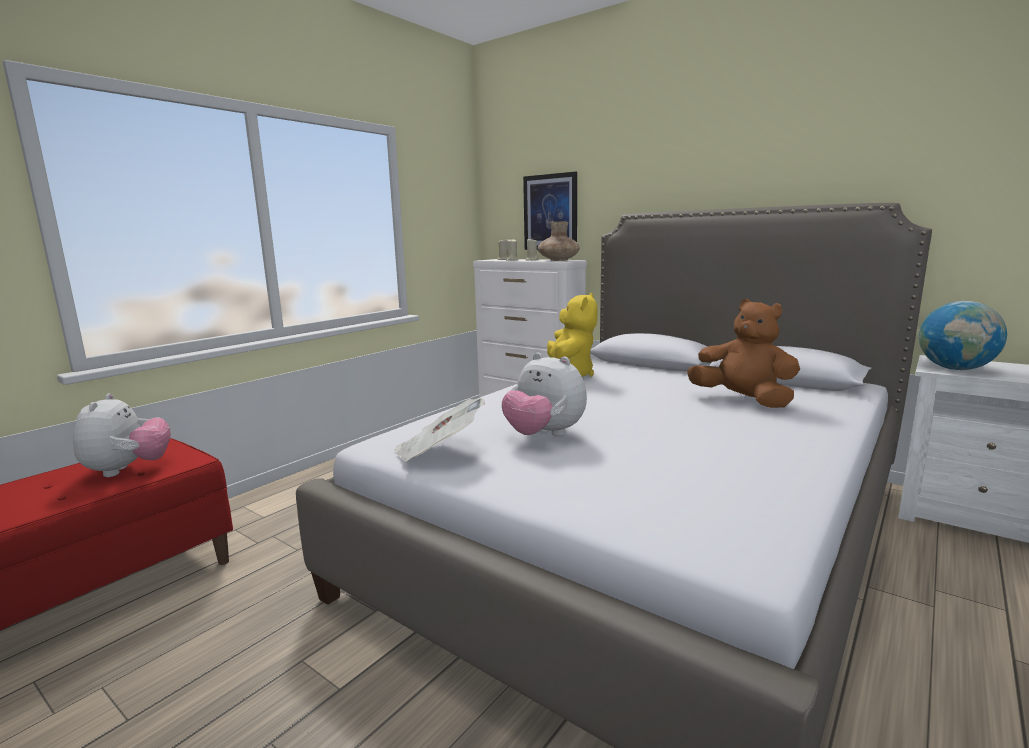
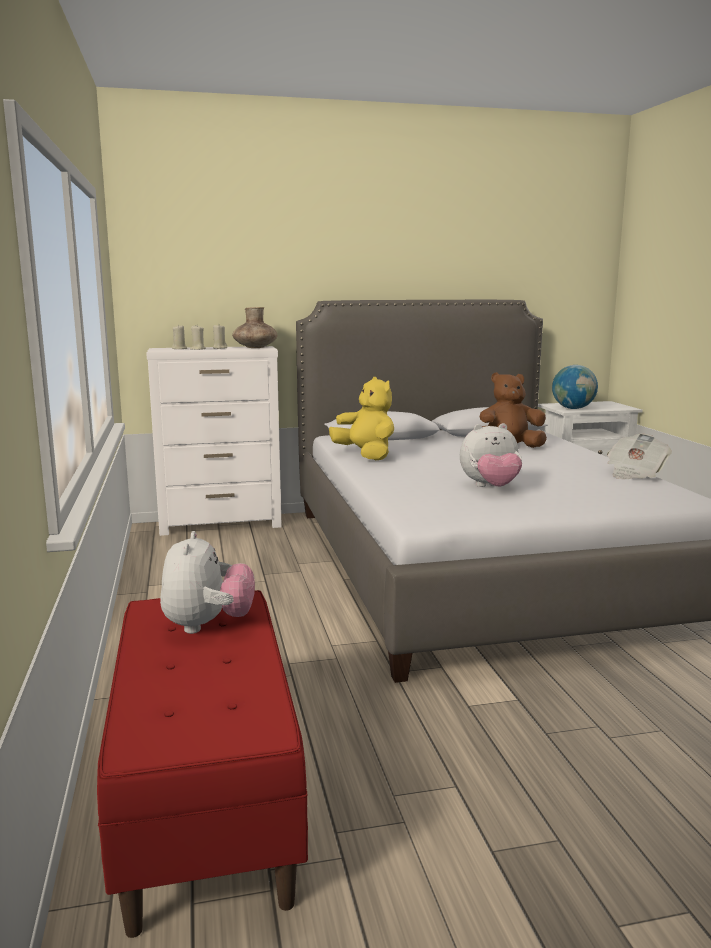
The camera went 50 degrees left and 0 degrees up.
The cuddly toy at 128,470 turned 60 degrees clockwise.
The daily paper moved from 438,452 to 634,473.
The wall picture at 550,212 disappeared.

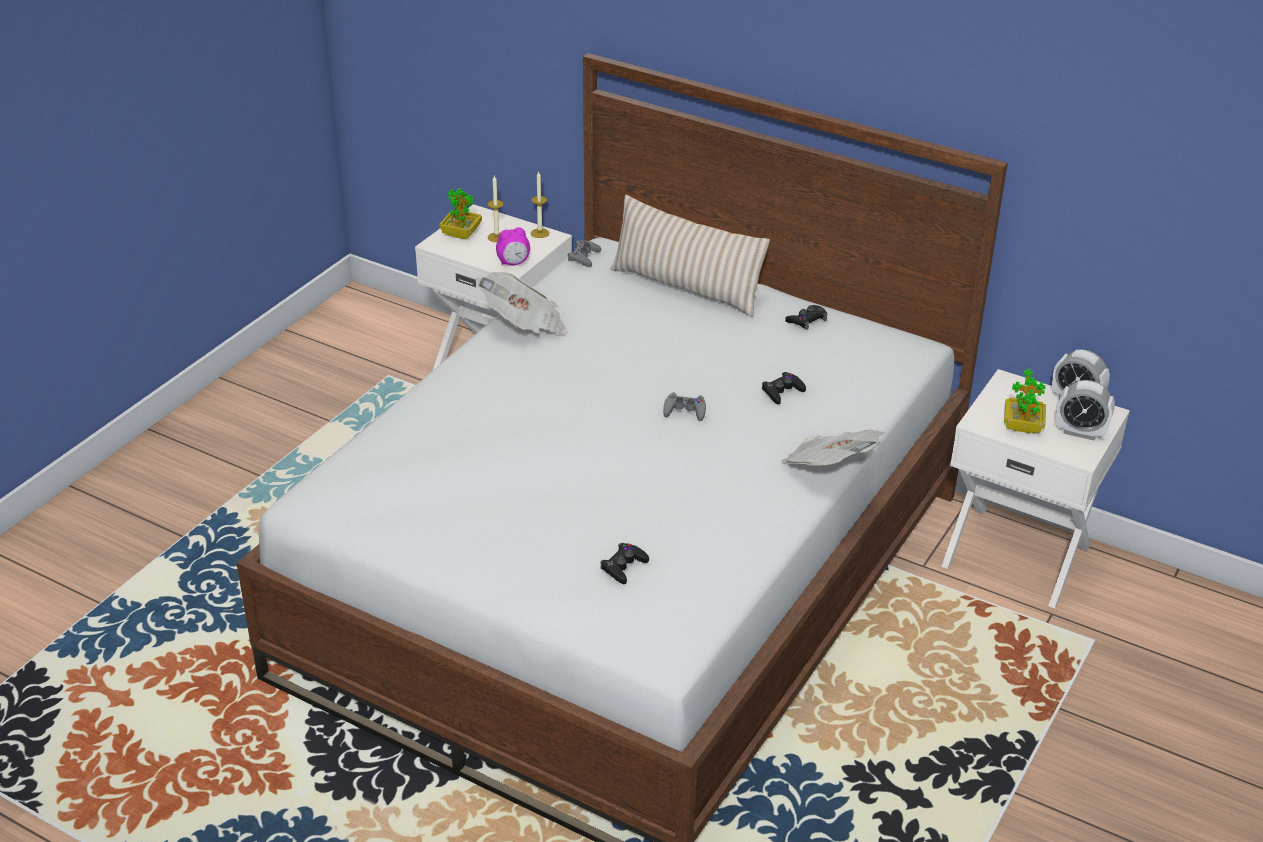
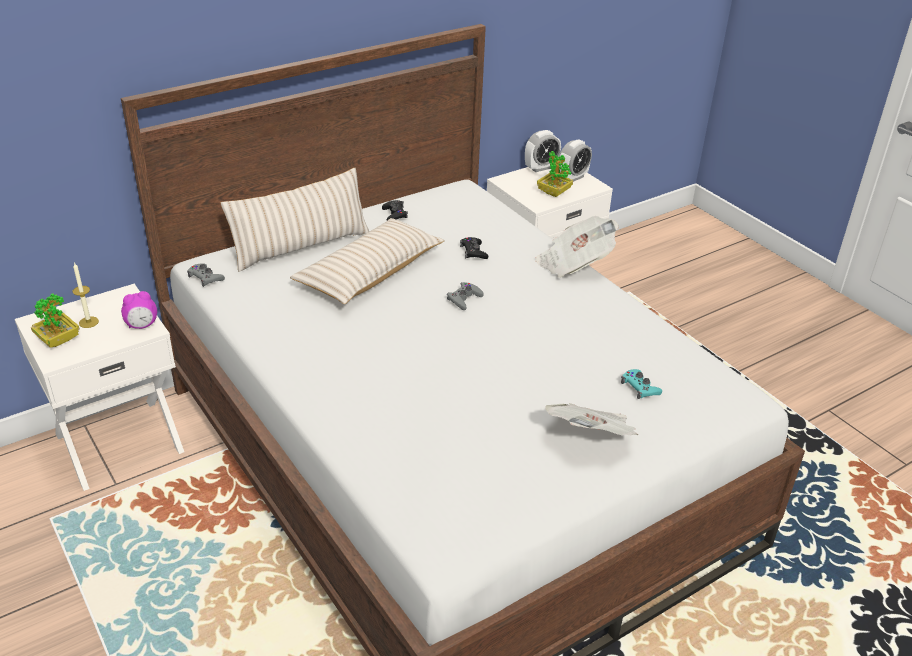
The camera went 65 degrees left and 0 degrees up.
The table clock at 513,263 turned 60 degrees clockwise.
The sand-coloured pillow at 370,273 appeared.
The daily paper moved from 524,325 to 592,437.
The black-coloured gamepad at 623,567 became the blue-green gamepad at 640,388.
The wax candle at 540,233 disappeared.

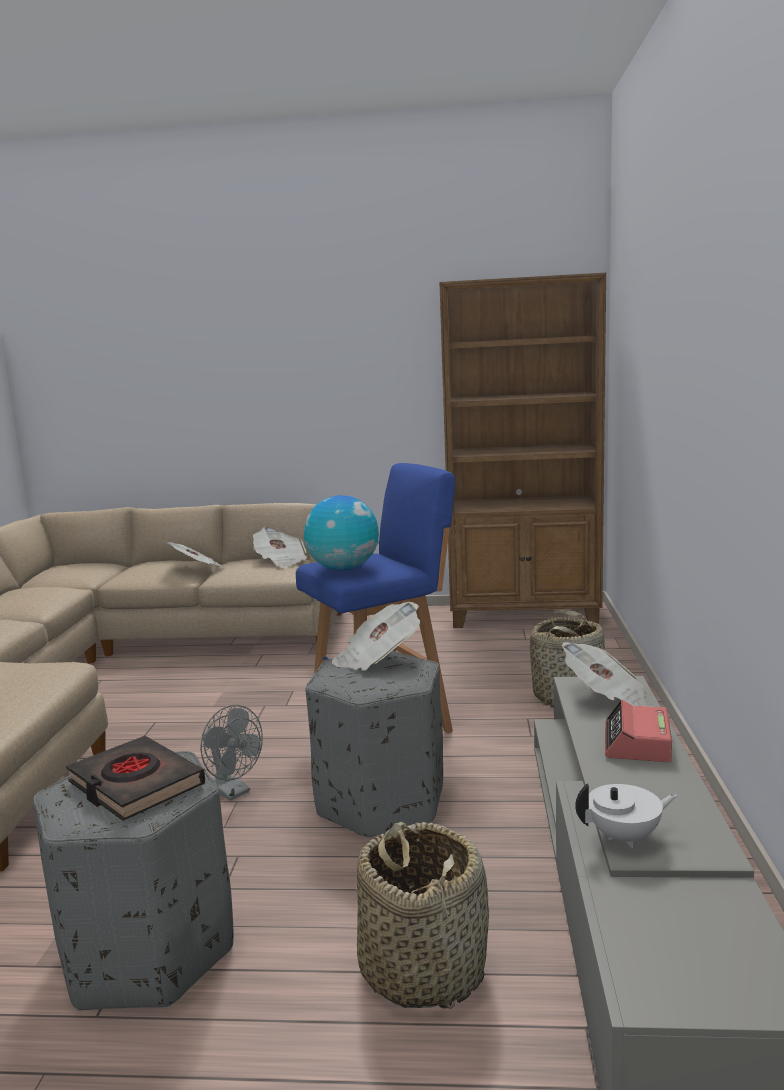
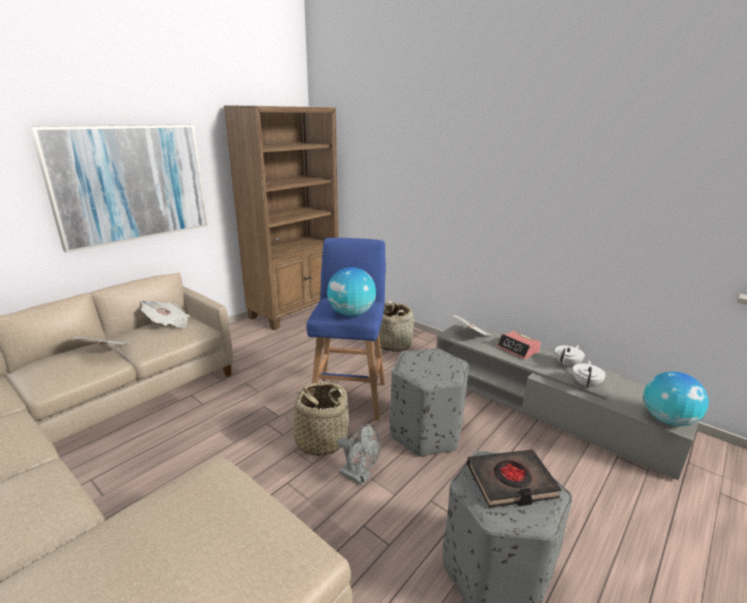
The camera went 55 degrees left and 10 degrees up.
The wall picture at 130,183 appeared.
The basket moved from 423,968 to 321,440.
The gray fan at 233,792 turned 45 degrees clockwise.
The white-coloured teapot at 567,364 appeared.
The world globe at 667,420 appeared.
The daily paper at 377,659 disappeared.

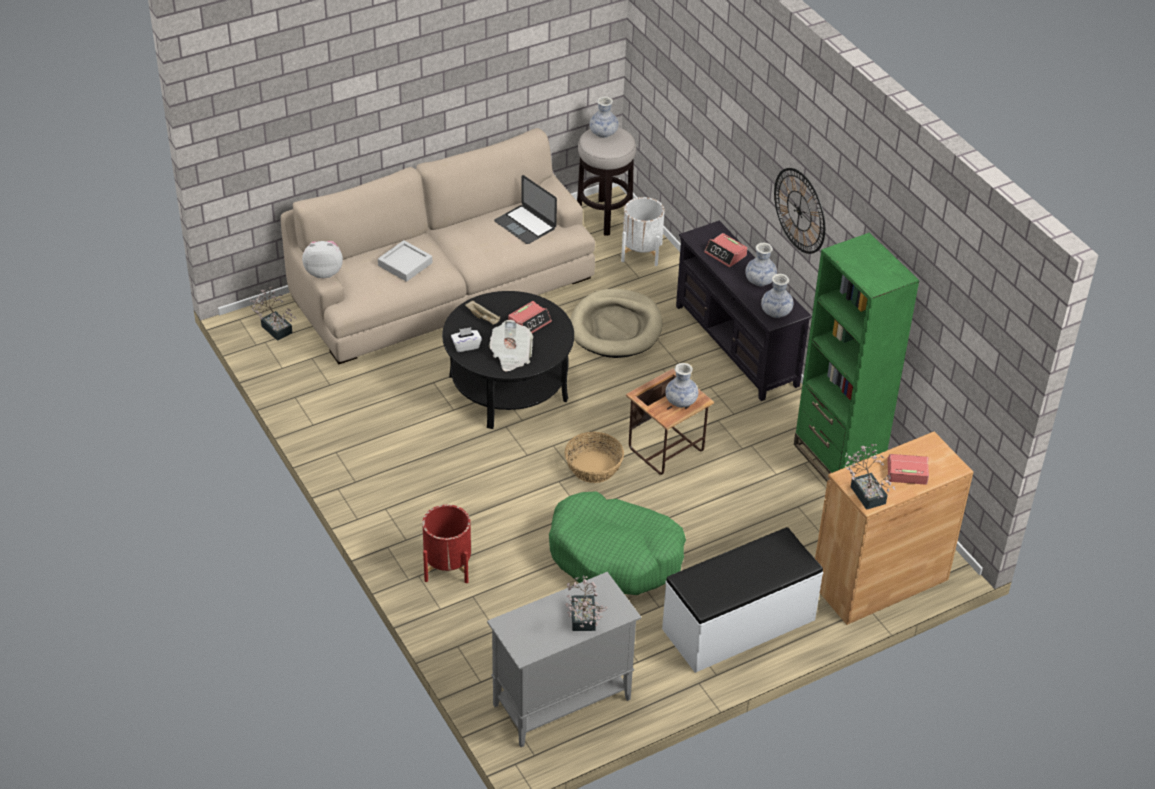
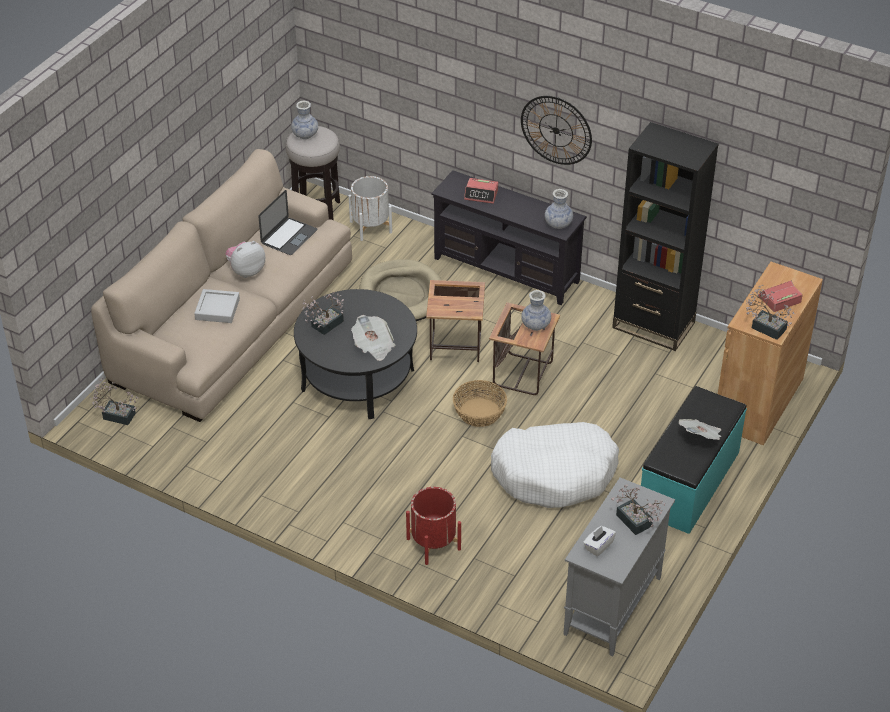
The camera went 30 degrees left and 0 degrees up.
The cuddly toy moved from 324,272 to 246,271.
The notebook computer at 525,224 turned 75 degrees counterclockwise.
The sand-coloured serving tray at 483,318 was replaced by the houseplant at 324,325.
The side table at 456,347 appeared.
The greenish dog bed at 615,555 became the white-coloured dog bed at 555,473.
The white-coloured tissue holder moved from 466,346 to 598,546.
The greenish shelving unit at 837,460 became the black-coloured shelving unit at 653,325.
The white-coloured long seat at 739,625 became the blue-green long seat at 690,482.
The daily paper at 701,437 appeared.
The table clock at 529,322 disappeared.
The vase at 760,281 disappeared.

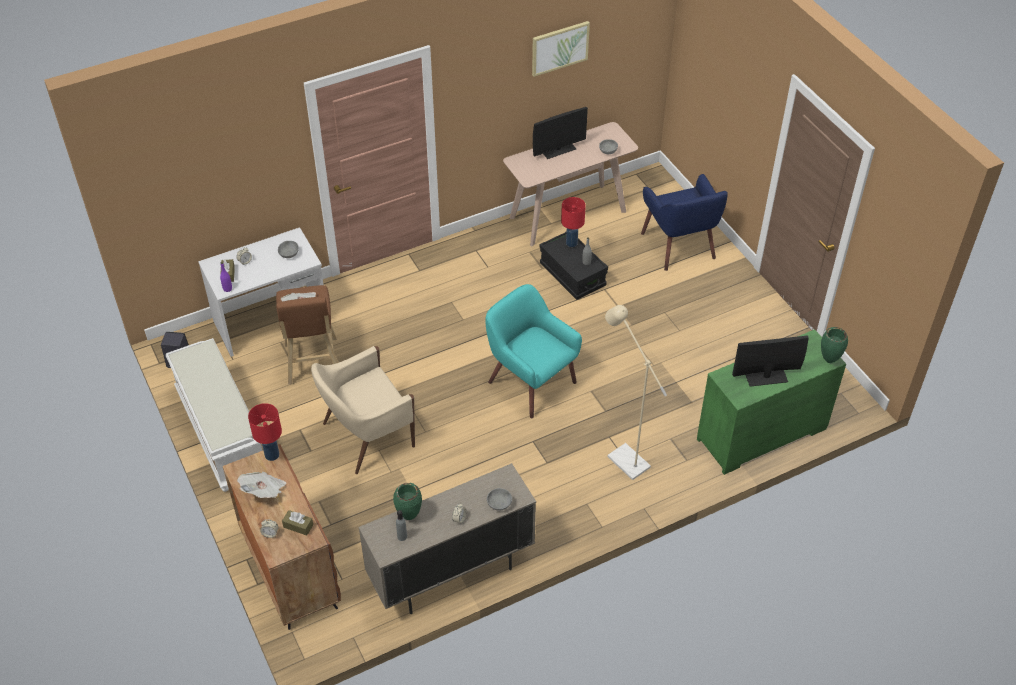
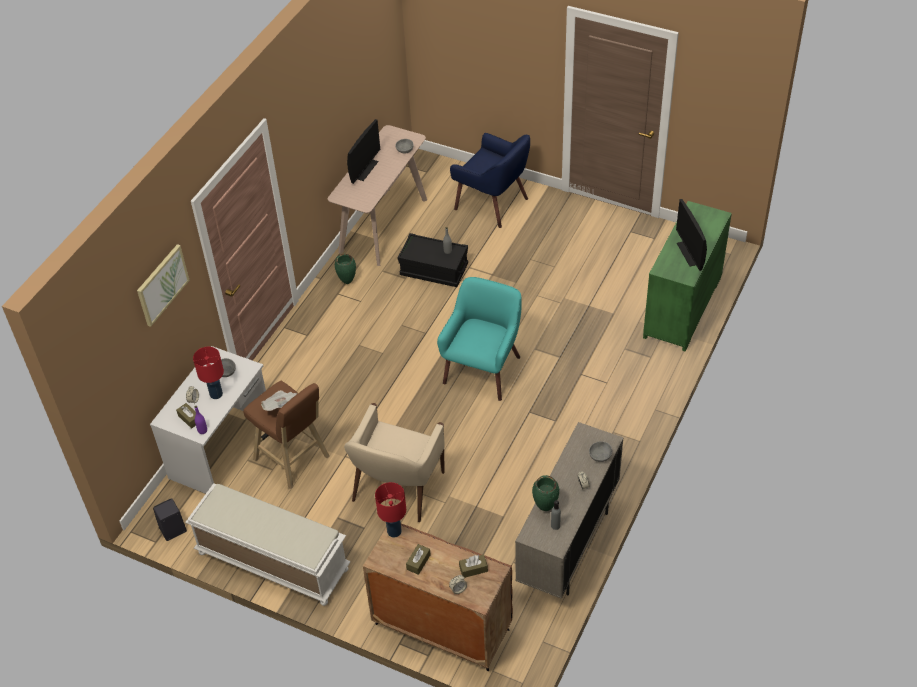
The camera went 35 degrees left and 0 degrees up.
The wall picture moved from 559,48 to 162,284.
The reddish table lamp moved from 571,243 to 216,394.
The greenish vase moved from 828,360 to 347,282.
The daily paper at 264,491 was replaced by the brown tissue holder at 418,562.
The blue-green armchair at 530,382 turned 105 degrees clockwise.
The monitor at 766,377 turned 60 degrees counterclockwise.
The sand-coloured standard lamp at 623,457 disappeared.

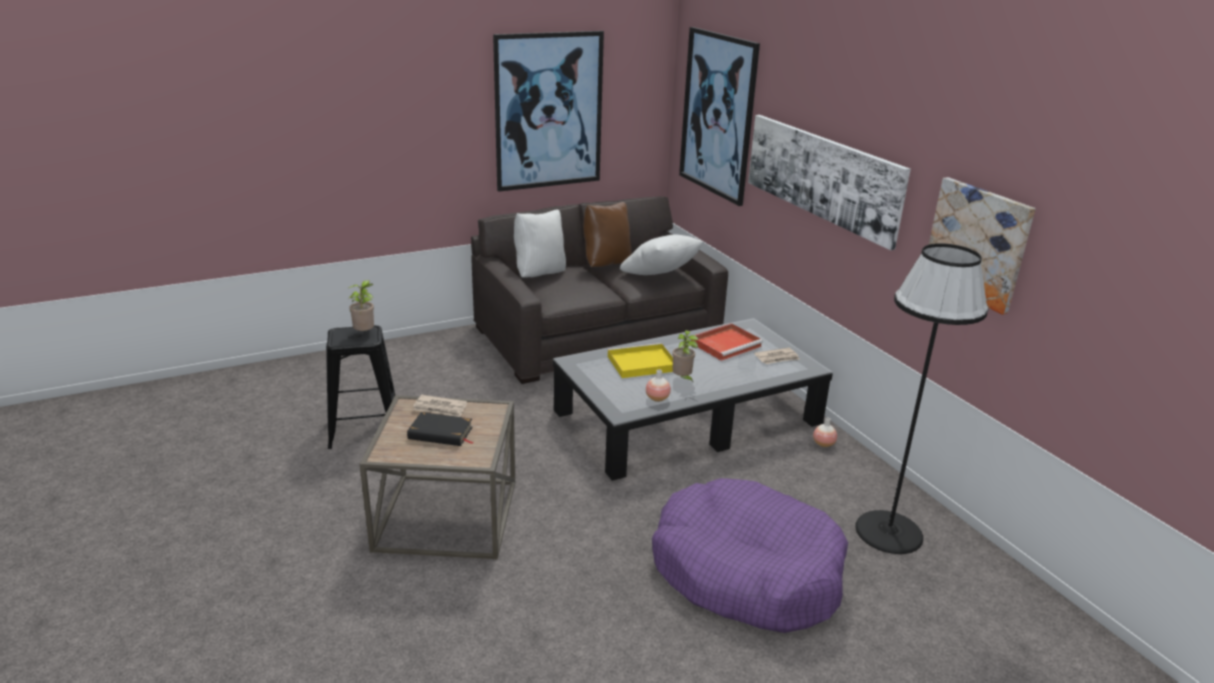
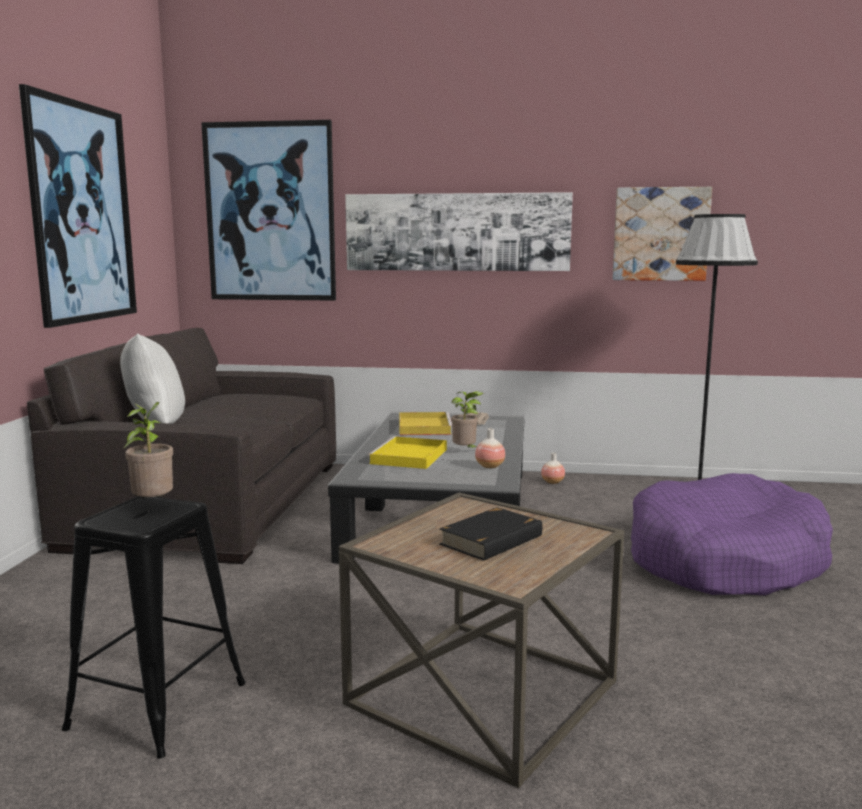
The camera went 55 degrees left and 15 degrees down.
The reddish serving tray at 726,344 became the yellow serving tray at 423,427.
The daily paper at 440,408 disappeared.
The brown pillow at 606,264 disappeared.
The white-coloured pillow at 660,276 disappeared.

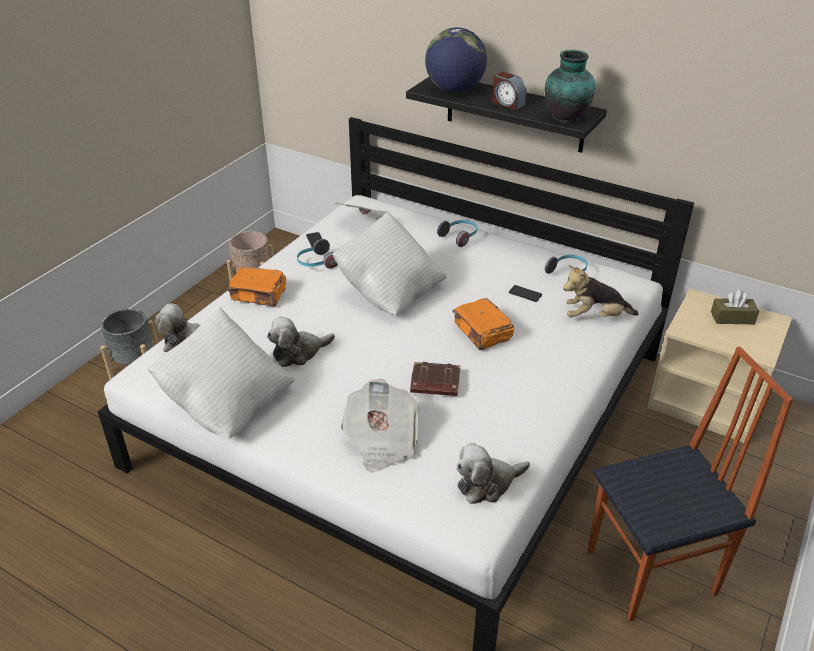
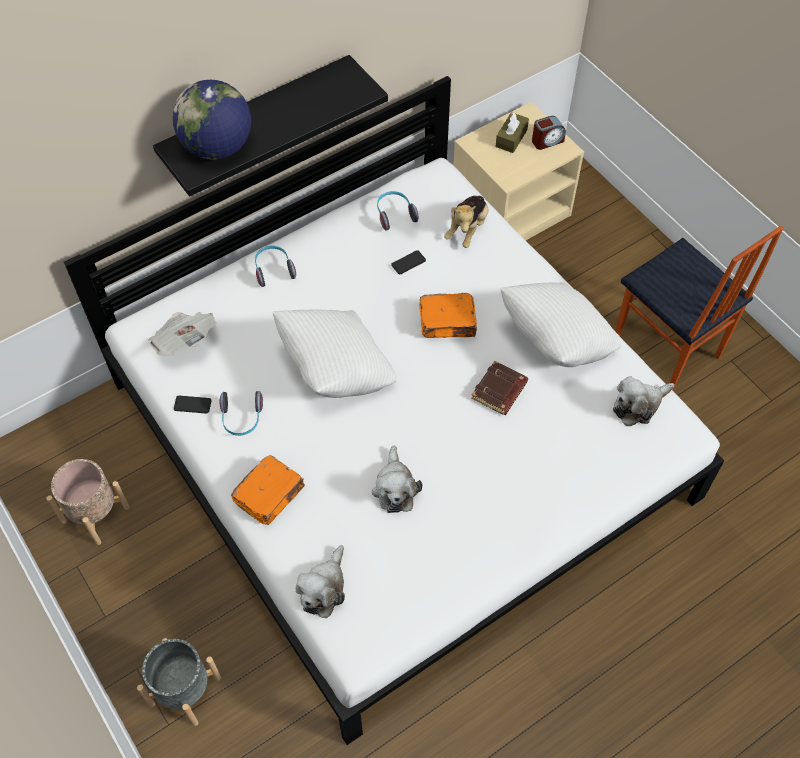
The camera went 65 degrees left and 20 degrees up.
The white-coloured pillow moved from 227,403 to 555,343.
The table clock moved from 507,103 to 547,141.
The cuddly toy at 487,483 turned 60 degrees clockwise.
The upright chair at 653,573 turned 135 degrees clockwise.
The daily paper at 380,441 disappeared.
The vase at 566,118 disappeared.

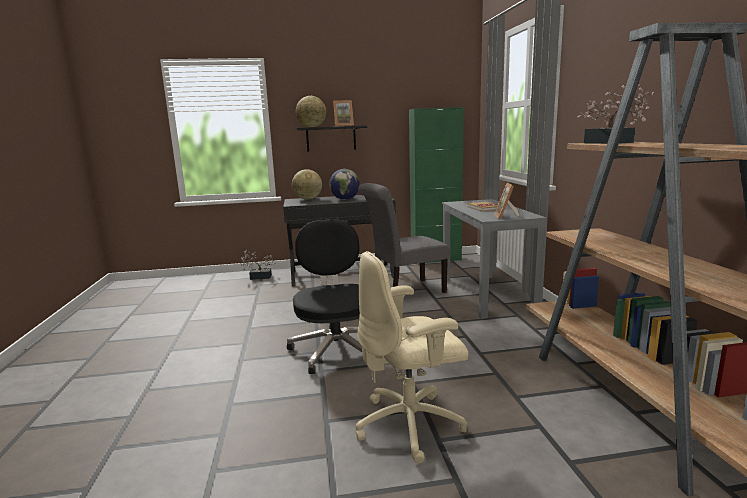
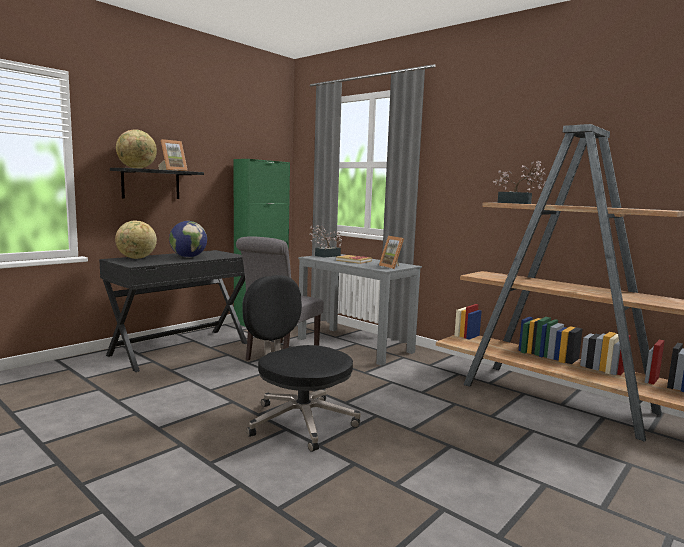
The camera went 40 degrees left and 5 degrees down.
The houseplant moved from 258,277 to 325,256.
The sand-coloured computer chair at 411,424 disappeared.

